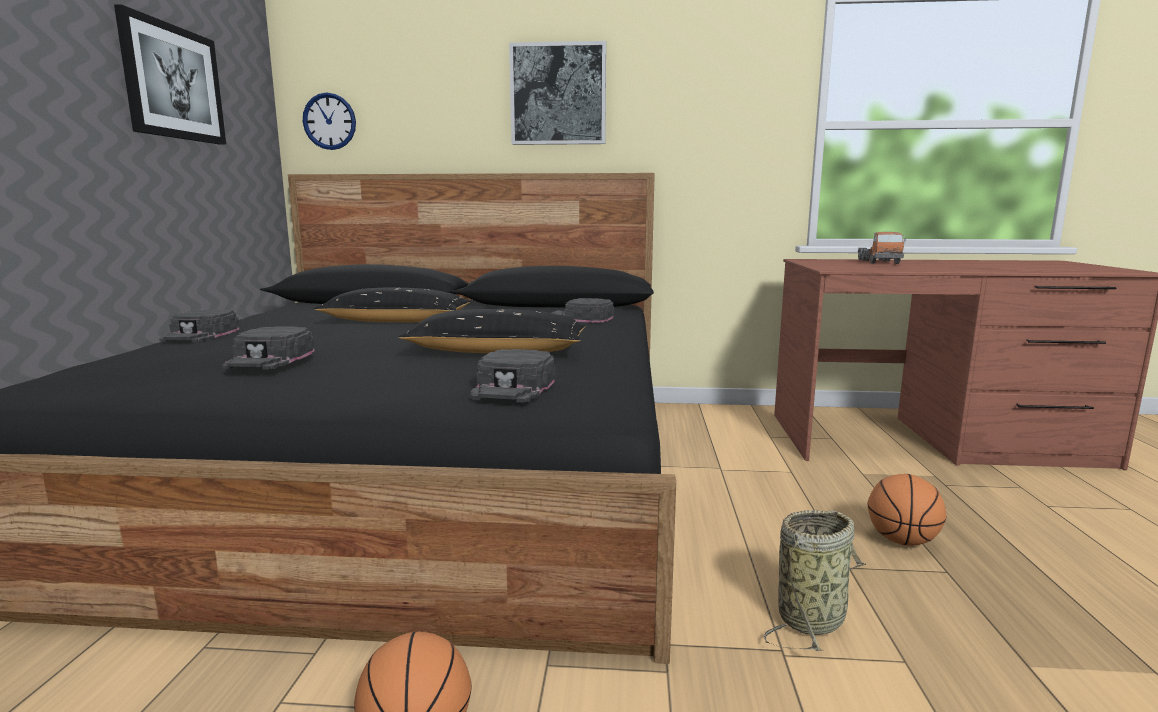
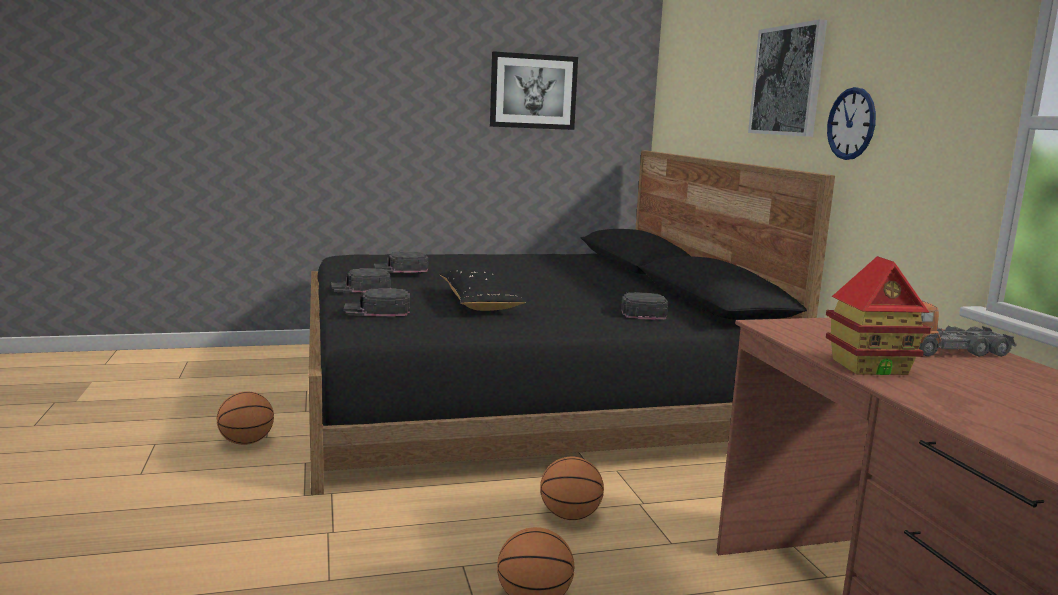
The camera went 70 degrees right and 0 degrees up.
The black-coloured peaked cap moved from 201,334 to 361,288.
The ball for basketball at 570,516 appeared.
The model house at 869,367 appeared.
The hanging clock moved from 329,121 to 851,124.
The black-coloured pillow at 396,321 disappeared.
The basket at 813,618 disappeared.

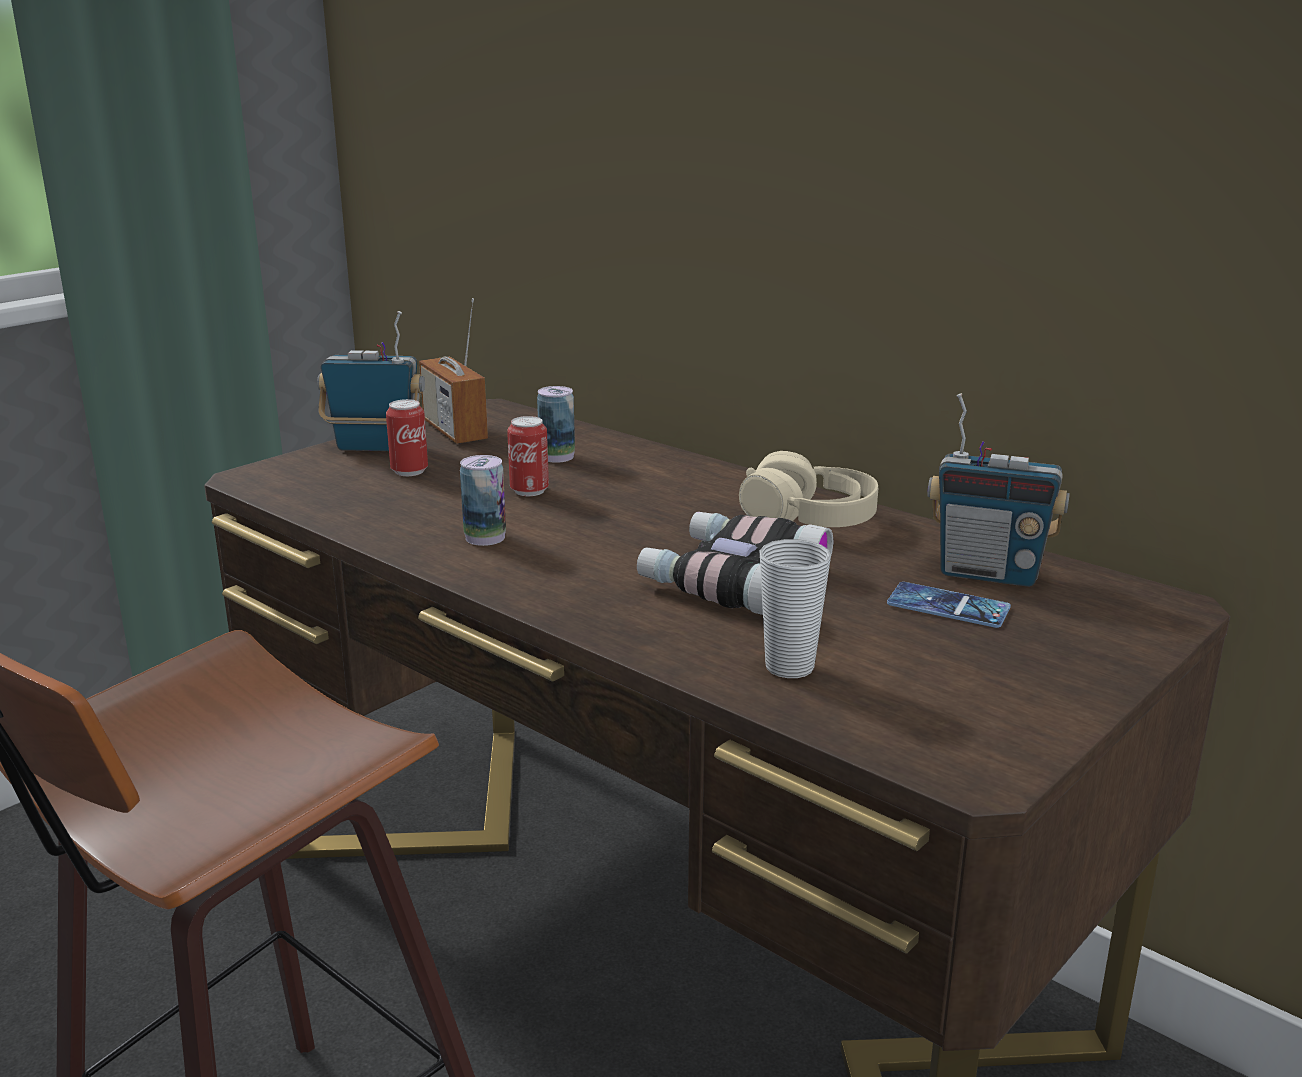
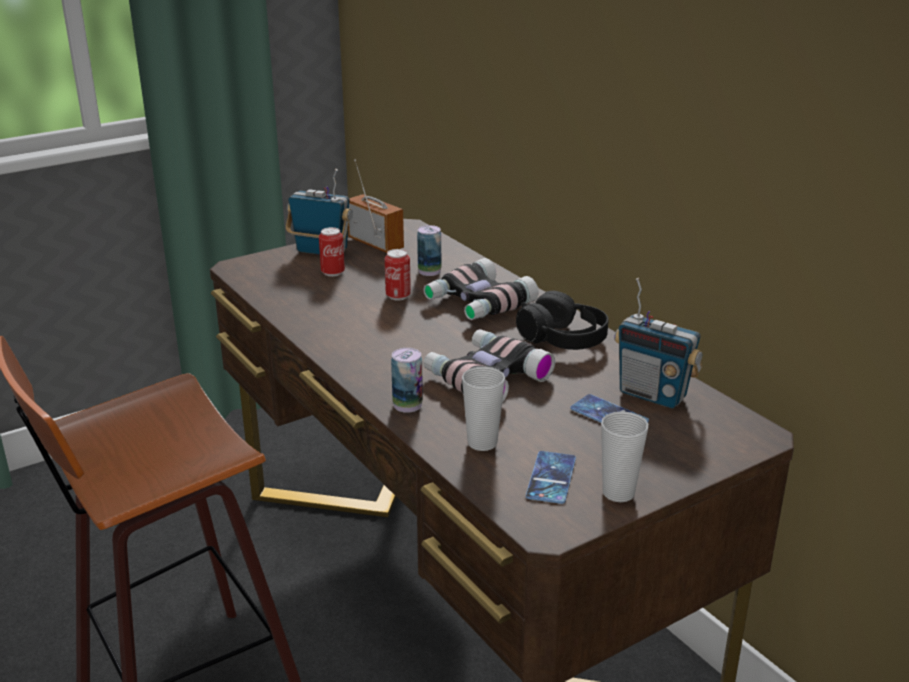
The camera went 15 degrees right and 5 degrees up.
The radio at 454,431 turned 150 degrees clockwise.
The can moved from 485,538 to 407,405.
The field glasses at 477,303 appeared.
The sand-coloured pair of headphones at 809,518 became the black-coloured pair of headphones at 563,338.
The telephone at 551,478 appeared.
The cup at 618,493 appeared.

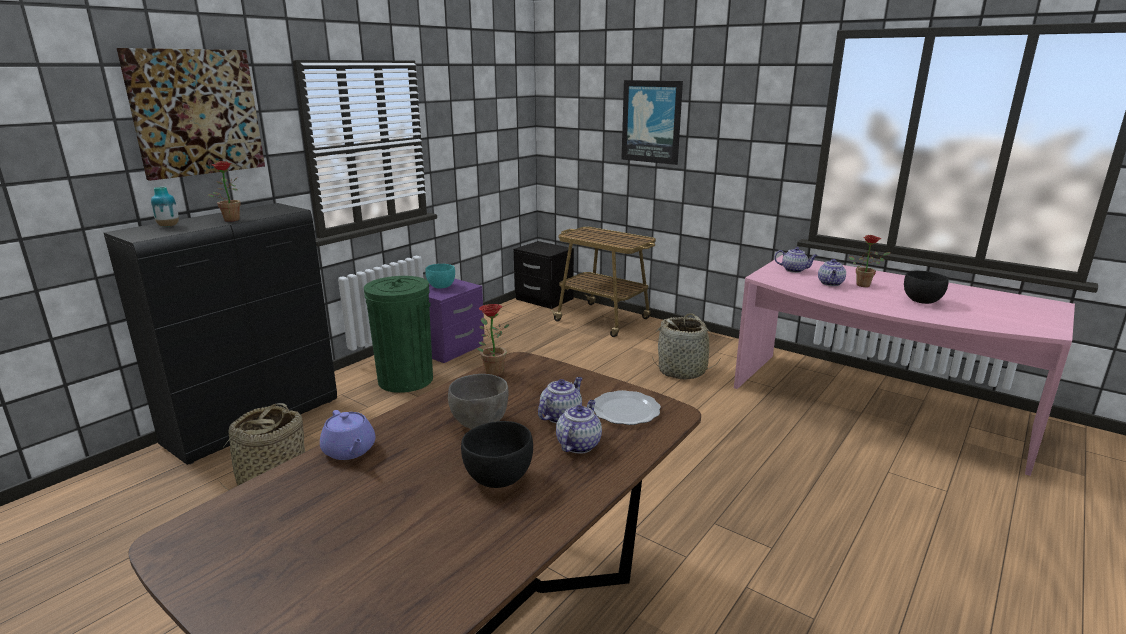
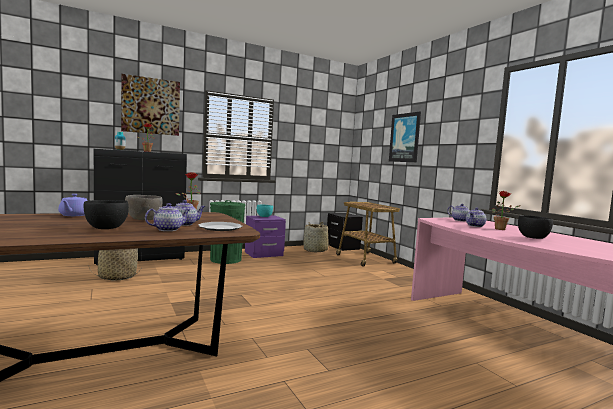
The camera went 25 degrees right and 15 degrees down.
The basket moved from 682,371 to 315,250.

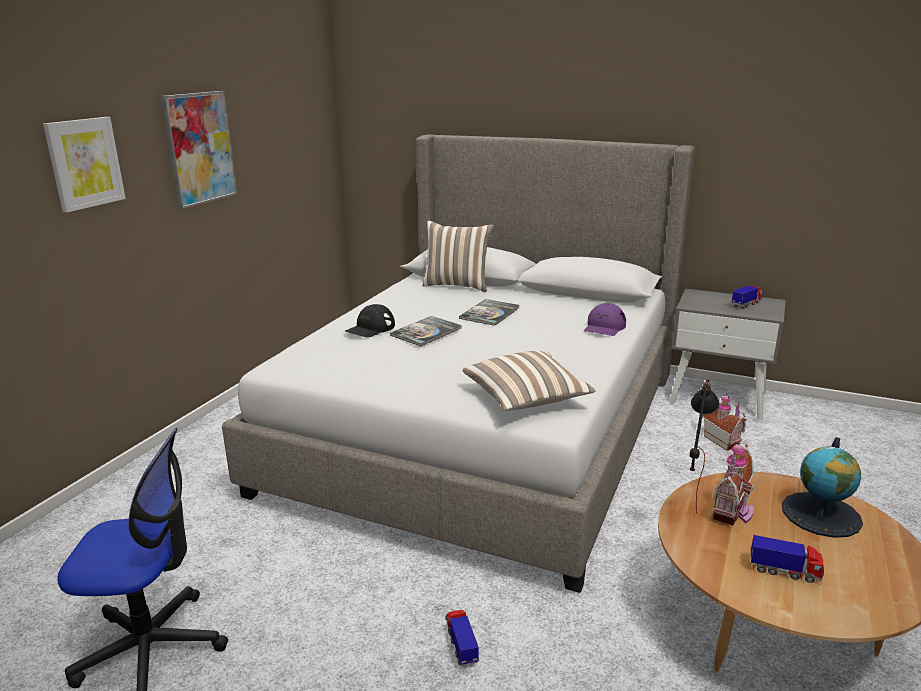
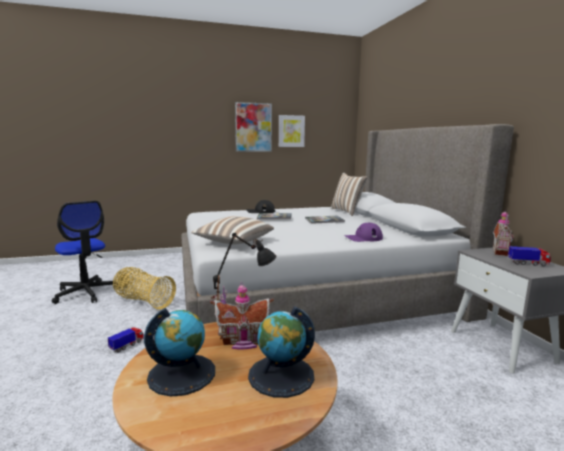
The camera went 50 degrees right and 10 degrees down.
The basket at 143,301 appeared.
The model truck at 784,571 was replaced by the world globe at 182,374.
The wall picture moved from 84,163 to 291,131.
The model house moved from 722,440 to 502,252.

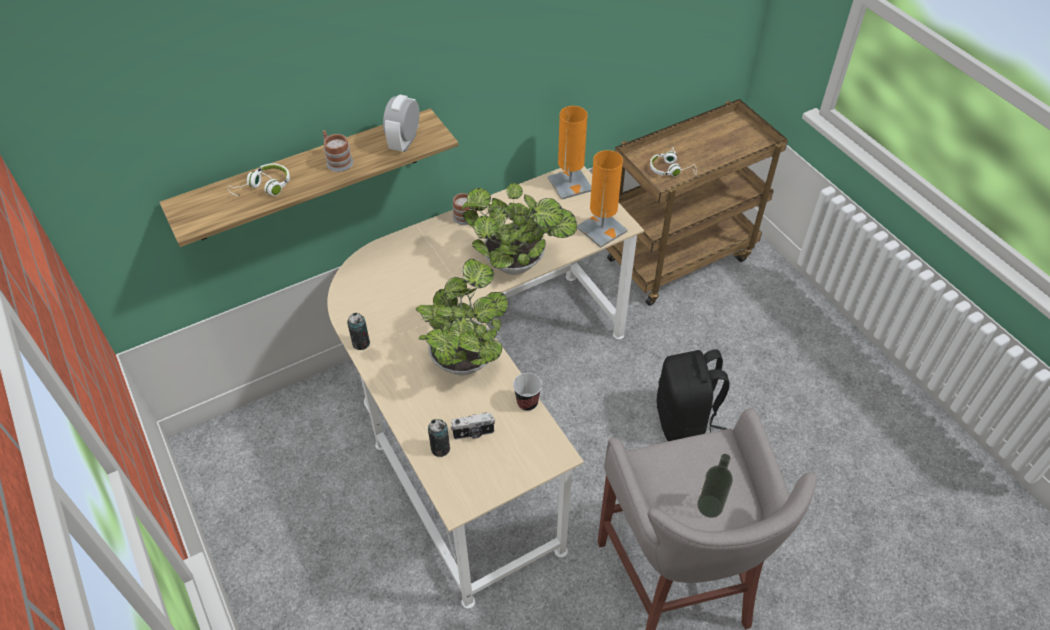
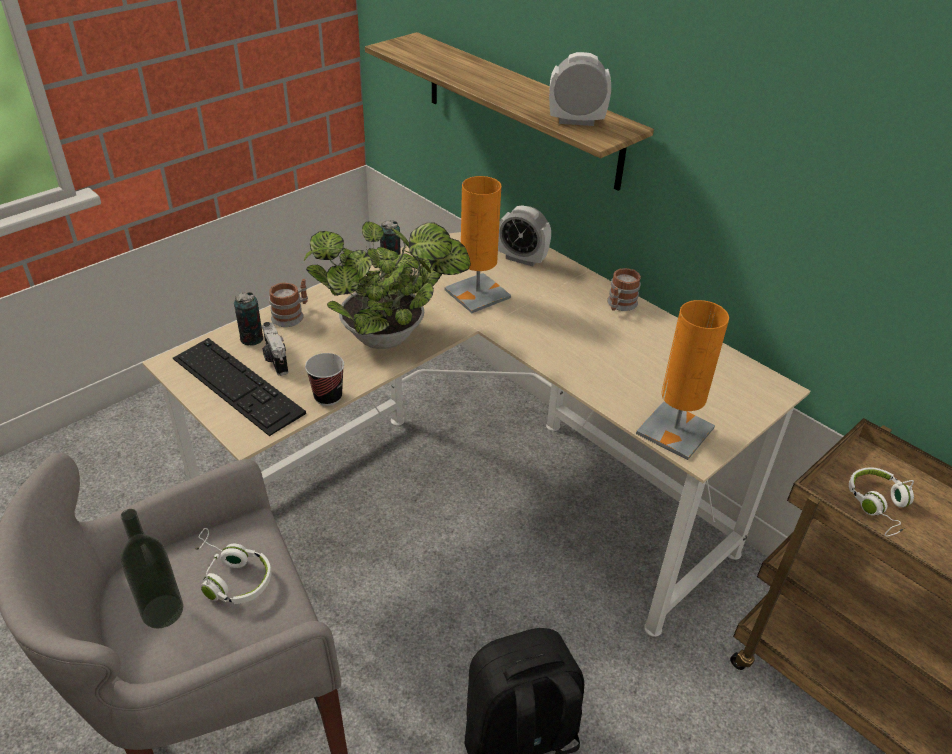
The camera went 75 degrees right and 10 degrees down.
The keyboard at 237,385 appeared.
The white-coloured pair of headphones moved from 264,188 to 231,576.
The tea mug moved from 337,161 to 291,315.
The orange table lamp moved from 570,184 to 477,294.
The table clock at 522,259 appeared.
The houseplant at 519,264 disappeared.

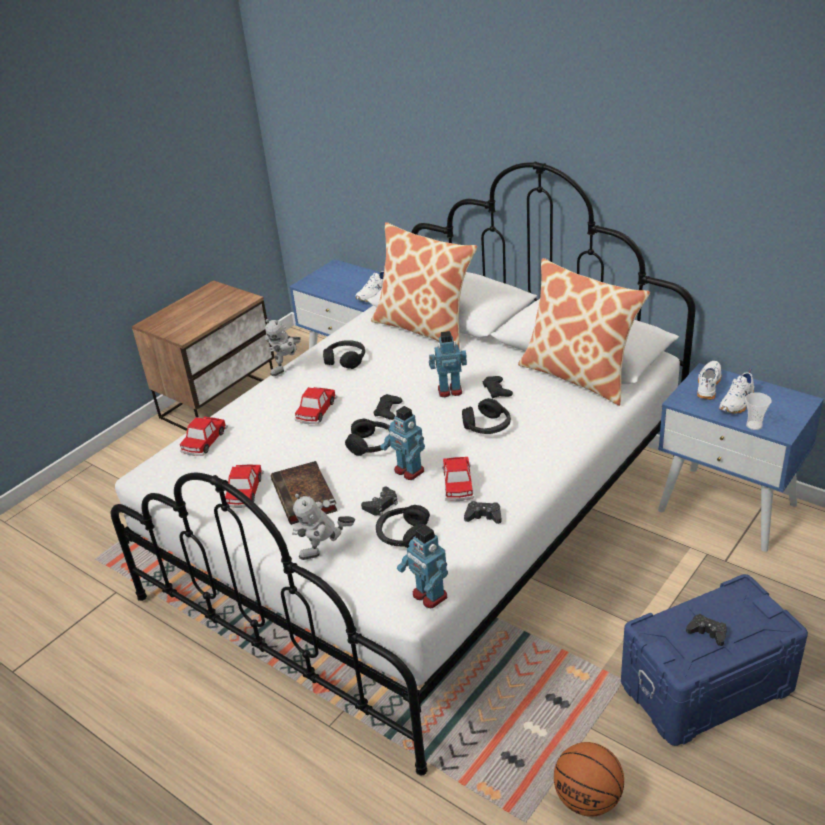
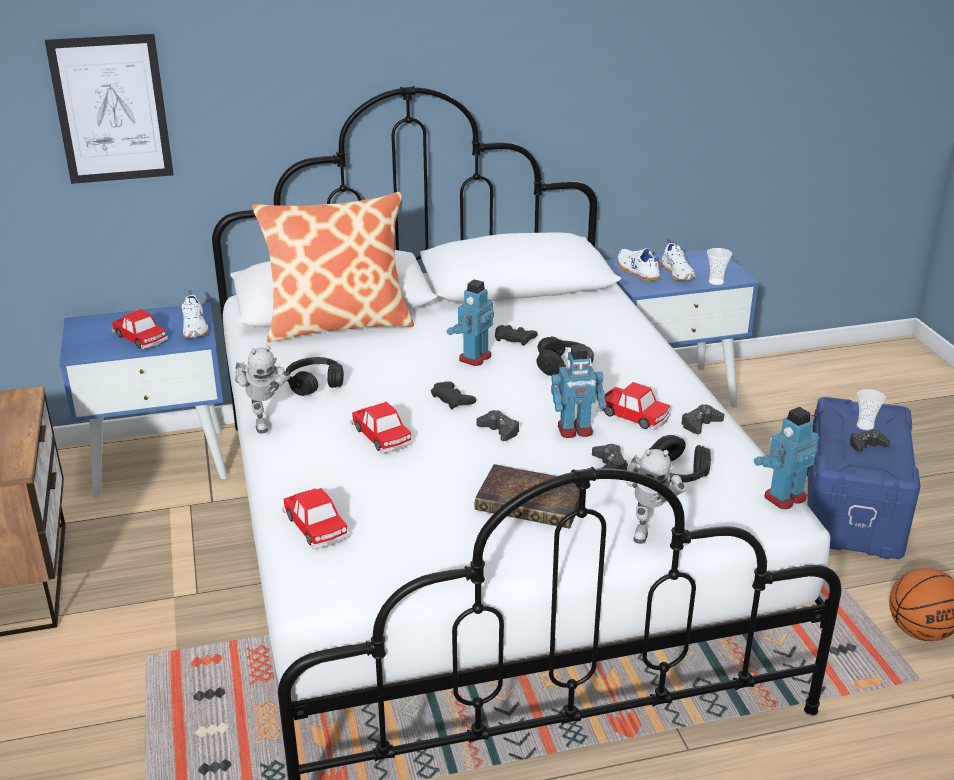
The camera went 55 degrees left and 5 degrees down.
The wall picture at 111,109 appeared.
The toy car moved from 245,491 to 140,338.
The black-coloured pair of headphones at 372,444 was replaced by the black-coloured gamepad at 499,430.
The model robot at 429,596 turned 150 degrees clockwise.
The cup at 865,426 appeared.
The pillow at 579,376 disappeared.

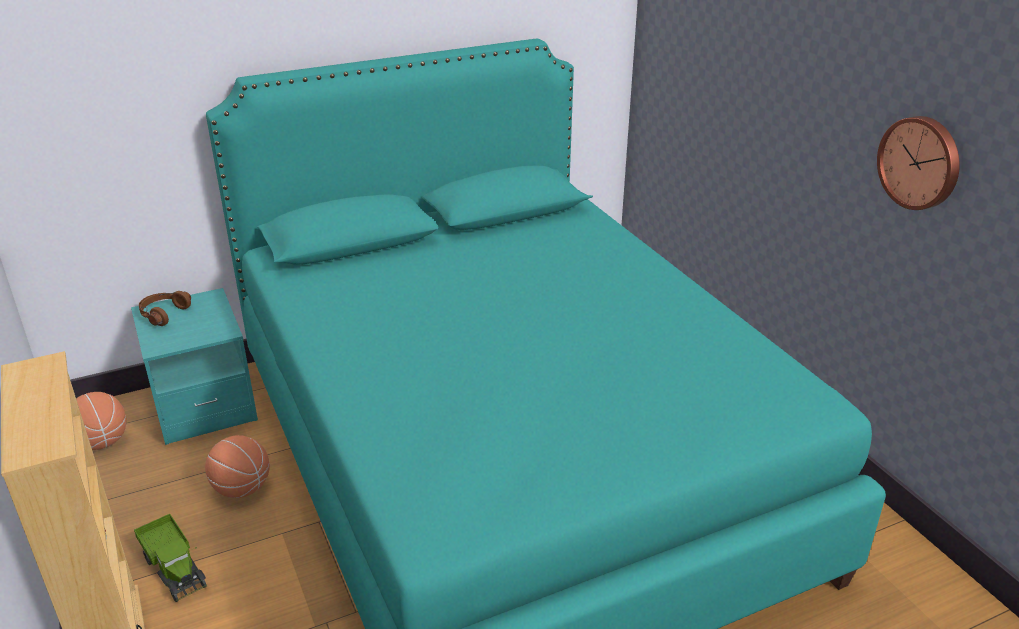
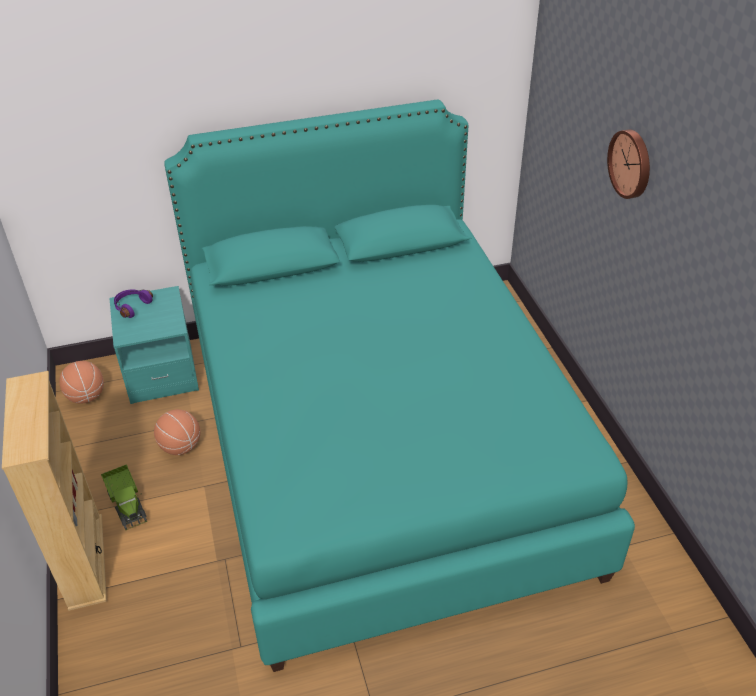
The camera went 10 degrees right and 10 degrees up.
The brown pair of headphones at 163,314 became the purple-coloured pair of headphones at 131,306.
The hanging clock moved from 920,162 to 631,163.

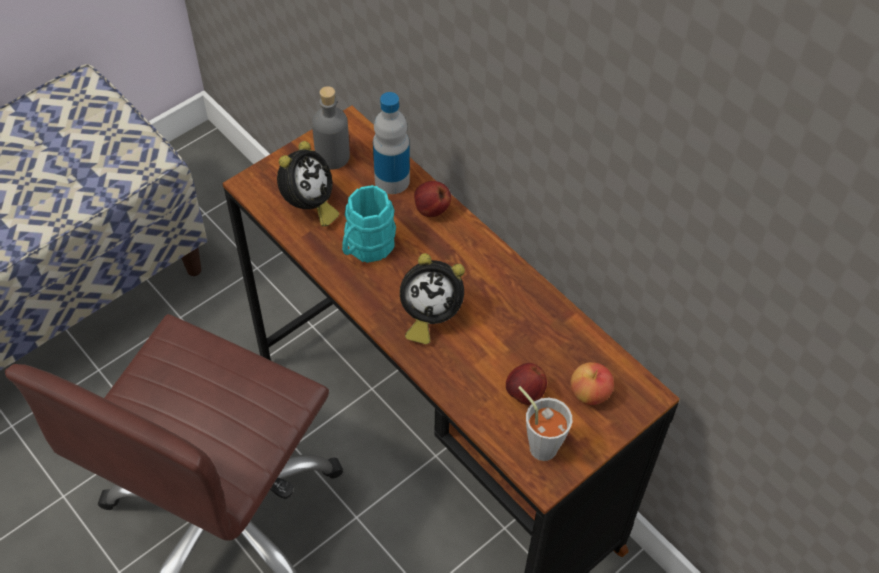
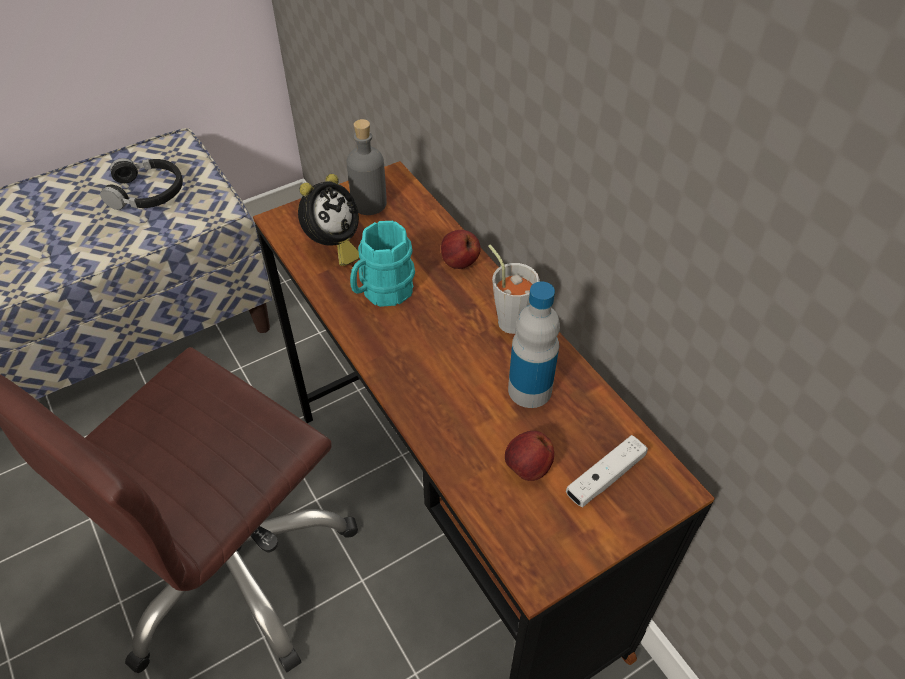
The camera went 10 degrees right and 5 degrees down.
The black-coloured pair of headphones at 147,193 appeared.
The gray cup moved from 538,443 to 508,318.
The bottle moved from 392,180 to 529,390.
The apple at 589,393 was replaced by the white-coloured gamepad at 605,477.
The table clock at 429,316 disappeared.

